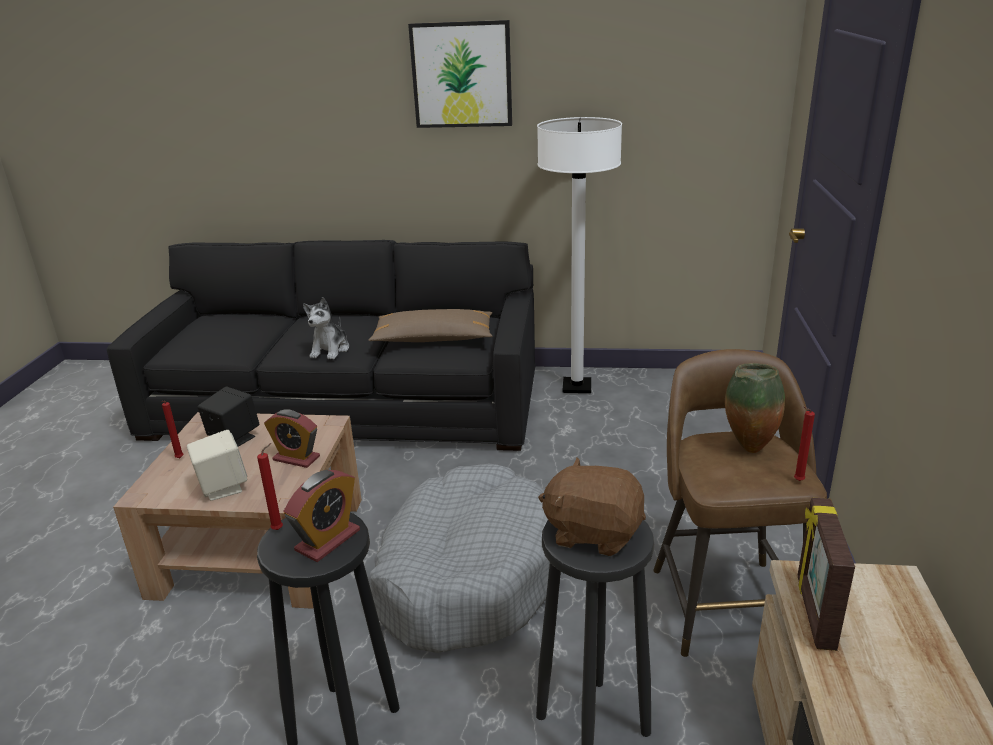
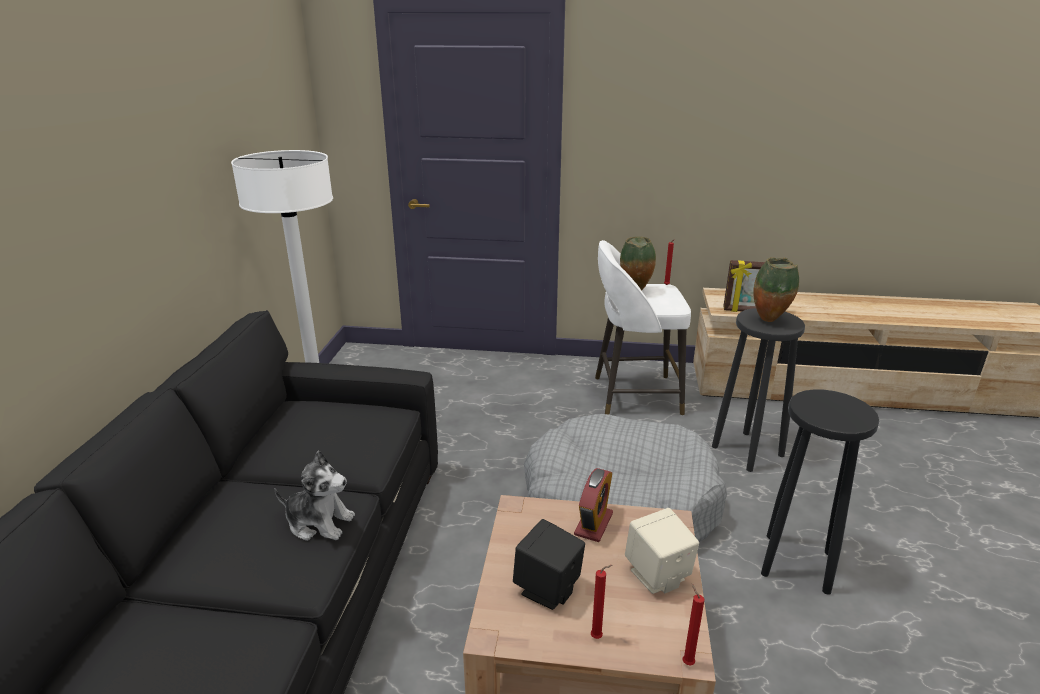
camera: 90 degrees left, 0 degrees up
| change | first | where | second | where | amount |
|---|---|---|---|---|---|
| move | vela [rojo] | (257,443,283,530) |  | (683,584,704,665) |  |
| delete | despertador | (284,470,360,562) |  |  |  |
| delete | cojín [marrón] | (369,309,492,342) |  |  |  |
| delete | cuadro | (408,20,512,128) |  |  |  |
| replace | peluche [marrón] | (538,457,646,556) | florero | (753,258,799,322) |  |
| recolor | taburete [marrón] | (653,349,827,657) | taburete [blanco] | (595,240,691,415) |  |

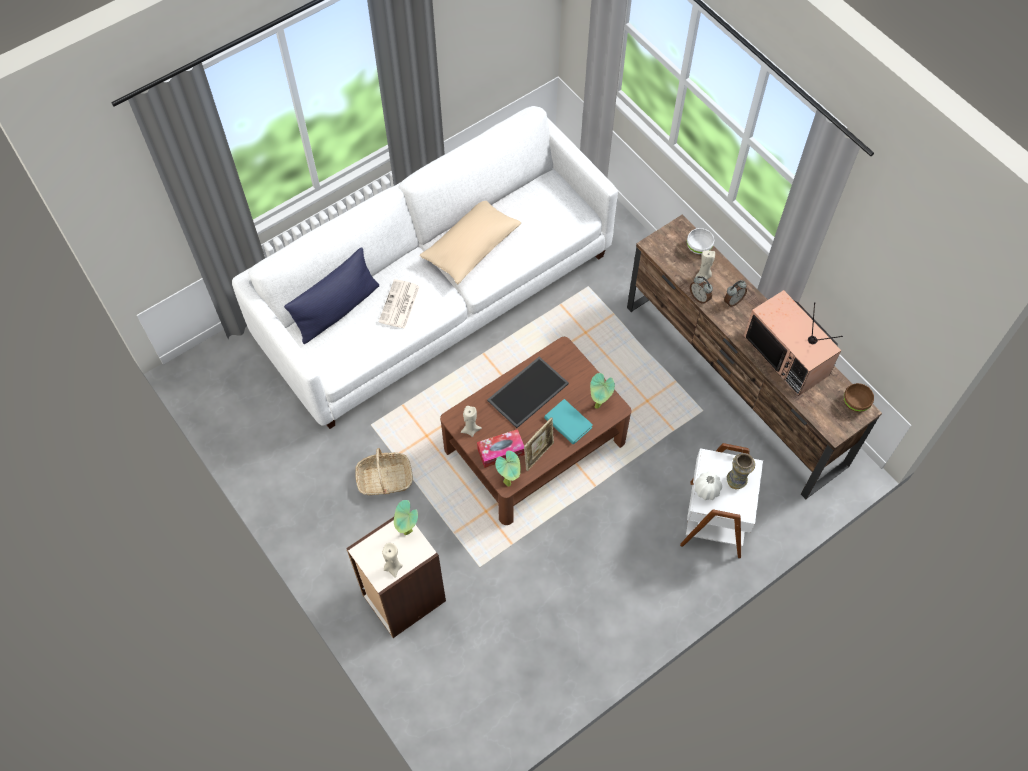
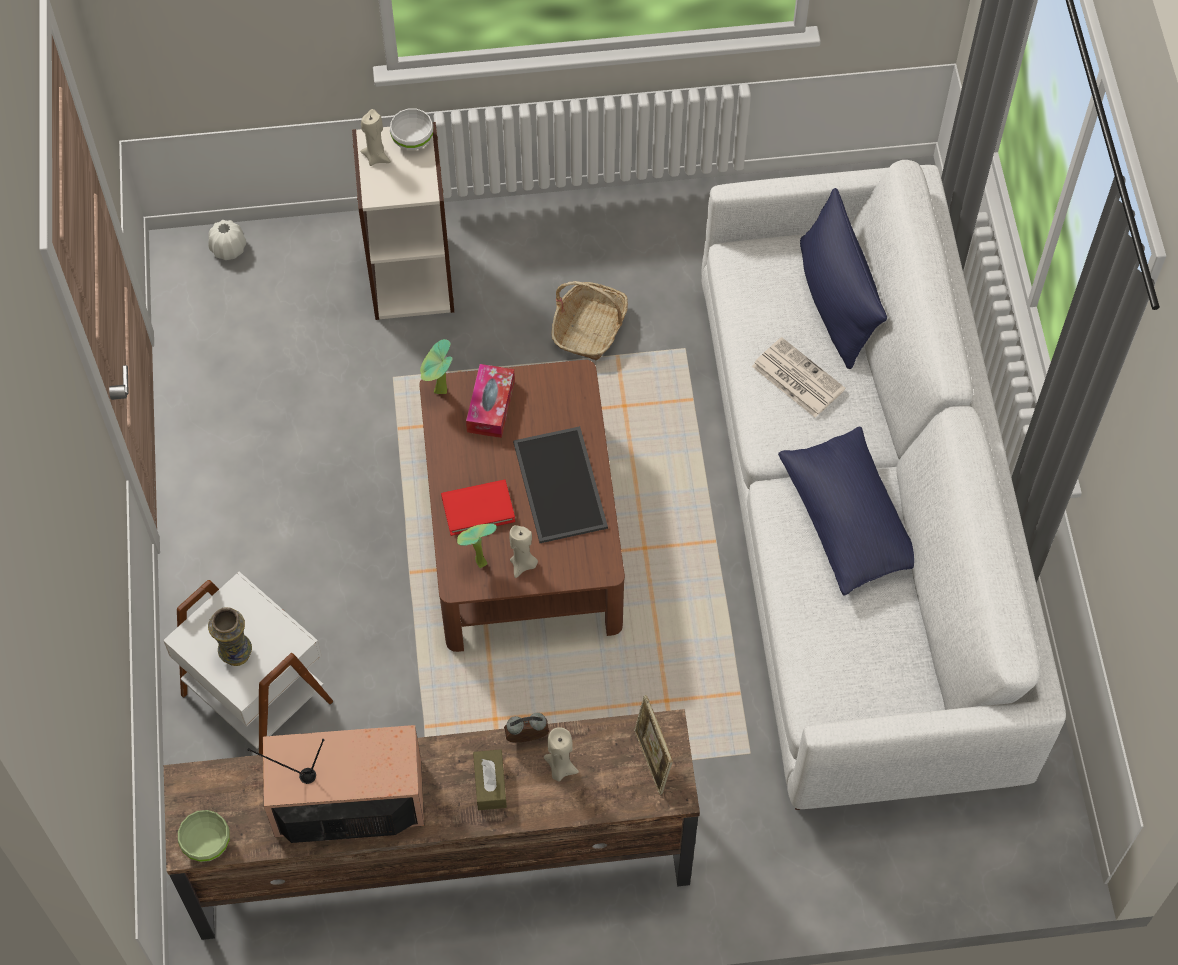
camera: 120 degrees right, 0 degrees up
| change | first | where | second | where | amount |
|---|---|---|---|---|---|
| delete | planta en maceta | (394,500,418,535) |  |  |  |
| recolor | cojín [beis] | (420,201,521,284) | cojín [azul] | (778,427,914,596) |  |
| move | vela [beis] | (461,406,482,437) |  | (509,525,538,578) |  |
| move | portarretratos | (524,417,554,471) |  | (634,695,673,795) |  |
| recolor | libro [turquesa] | (544,399,593,445) | libro [rojo] | (441,480,515,536) |  |
| move | cuenco [blanco] | (687,228,714,254) |  | (390,108,433,150) |  |
| move | florero [blanco] | (695,471,722,500) |  | (208,220,246,260) |  |
| replace | despertador | (724,280,747,307) | caja de pañuelos [marrón] | (473,749,507,810) |  |
| recolor | cuenco [marrón] | (844,383,874,412) | cuenco [verde] | (178,810,230,862) |  |

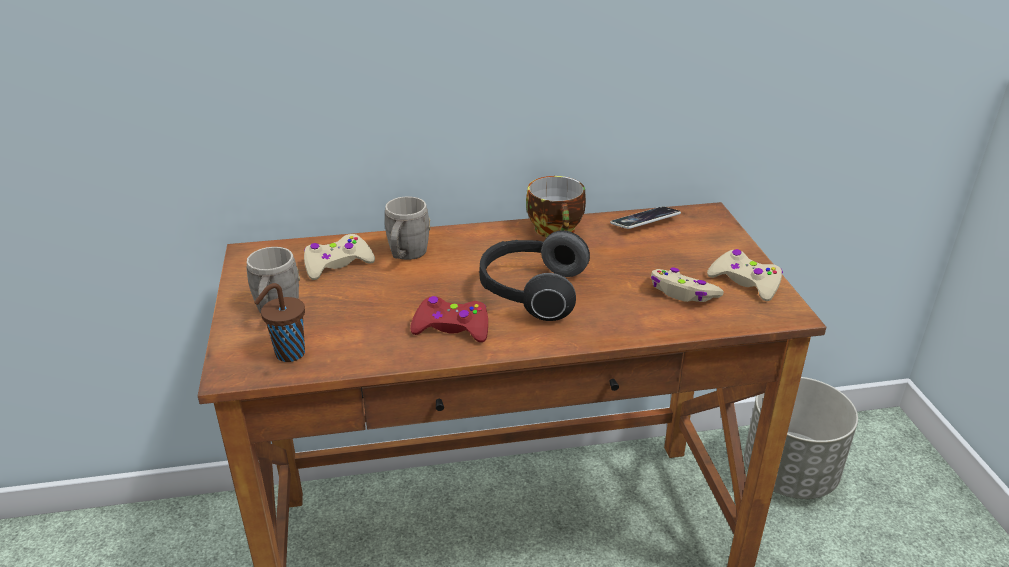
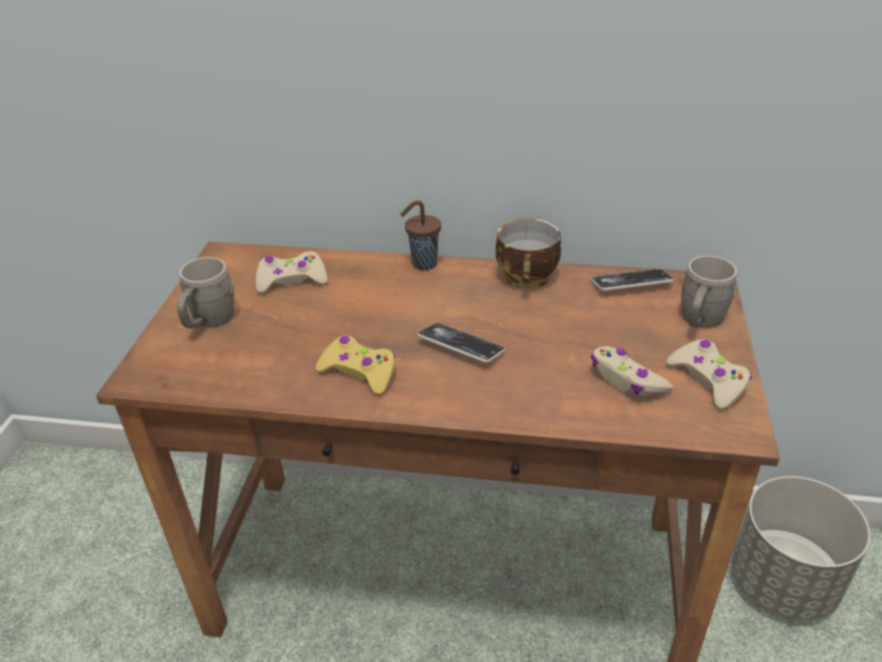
camera: 20 degrees right, 5 degrees up
| change | first | where | second | where | amount |
|---|---|---|---|---|---|
| move | taza [marrón] | (254,283,305,362) |  | (400,200,441,271) |  |
| move | taza grande [gris] | (385,196,431,260) |  | (681,256,737,328) |  |
| recolor | mando de consola [rojo] | (410,296,488,342) | mando de consola [amarillo] | (316,335,396,395) |  |
| replace | auriculares | (479,230,590,321) | móvil | (417,323,505,363) |  |

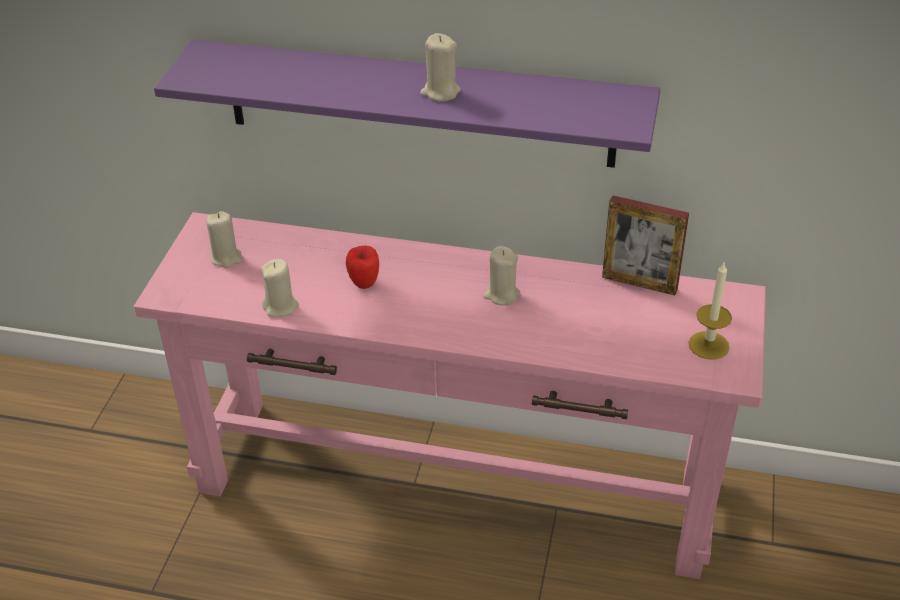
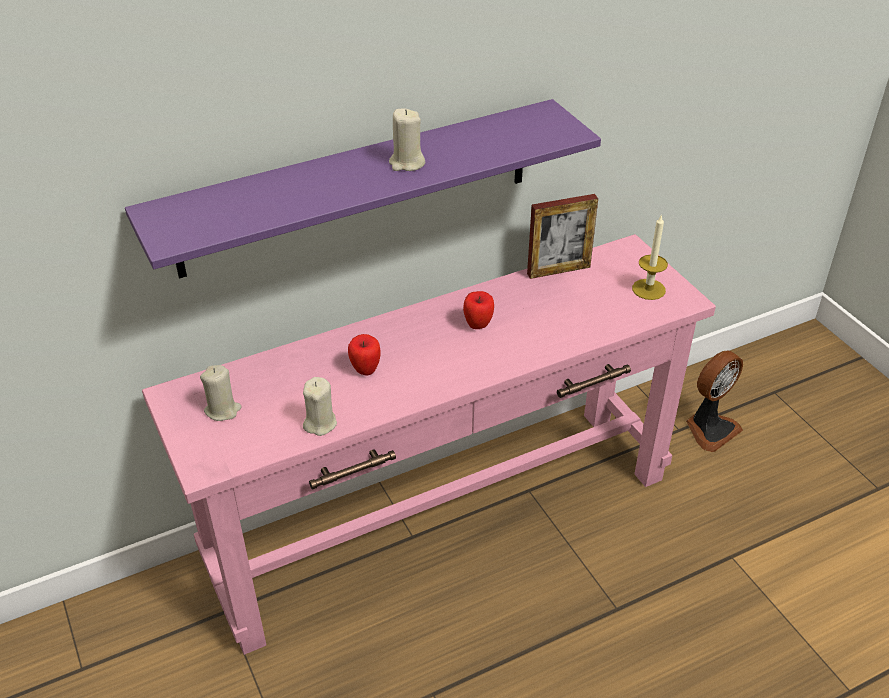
camera: 40 degrees left, 0 degrees up
| change | first | where | second | where | amount |
|---|---|---|---|---|---|
| replace | vela [beis] | (484,246,520,306) | manzana | (463,291,494,329) |  |
| insert |  |  | ventilador | (686,350,743,452) |  |

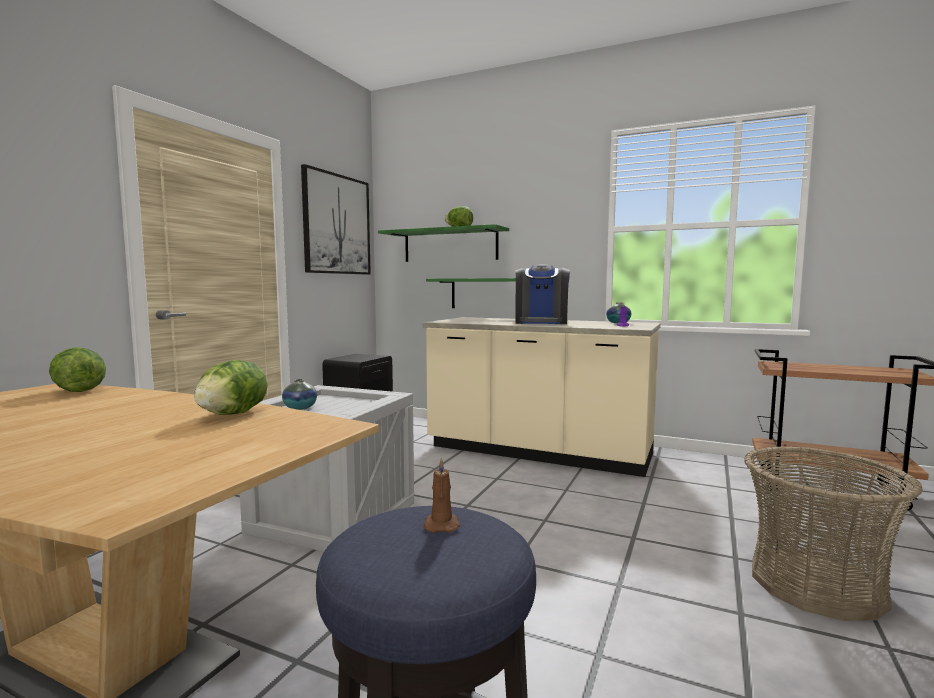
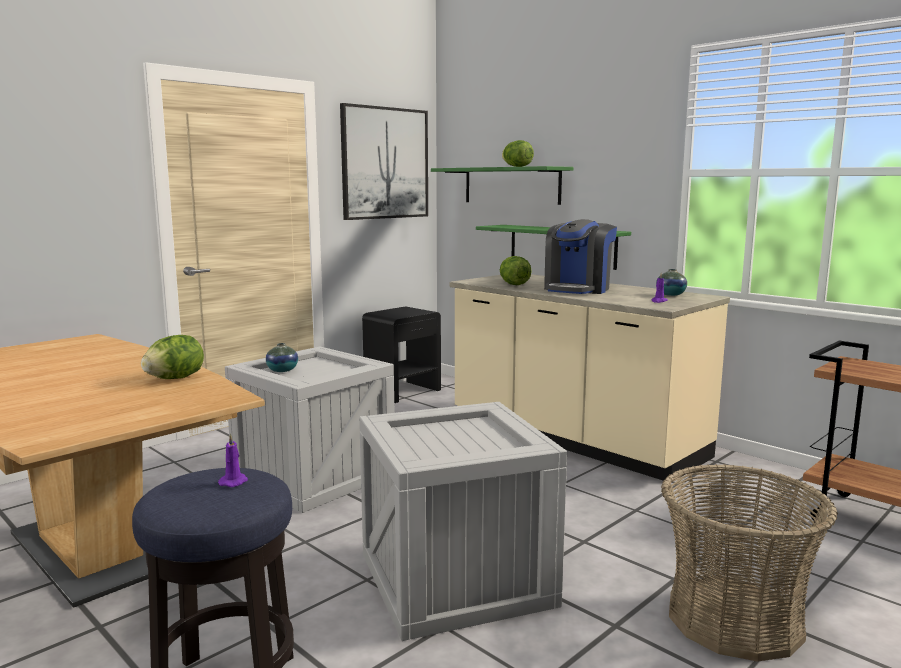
camera: 20 degrees right, 5 degrees up
| change | first | where | second | where | amount |
|---|---|---|---|---|---|
| move | lechuga | (49,347,106,392) |  | (500,256,532,285) |  |
| recolor | vela [marrón] | (423,457,460,533) | vela [morado] | (218,433,248,487) |  |
| insert |  |  | caja de embalaje | (359,402,567,641) |  |

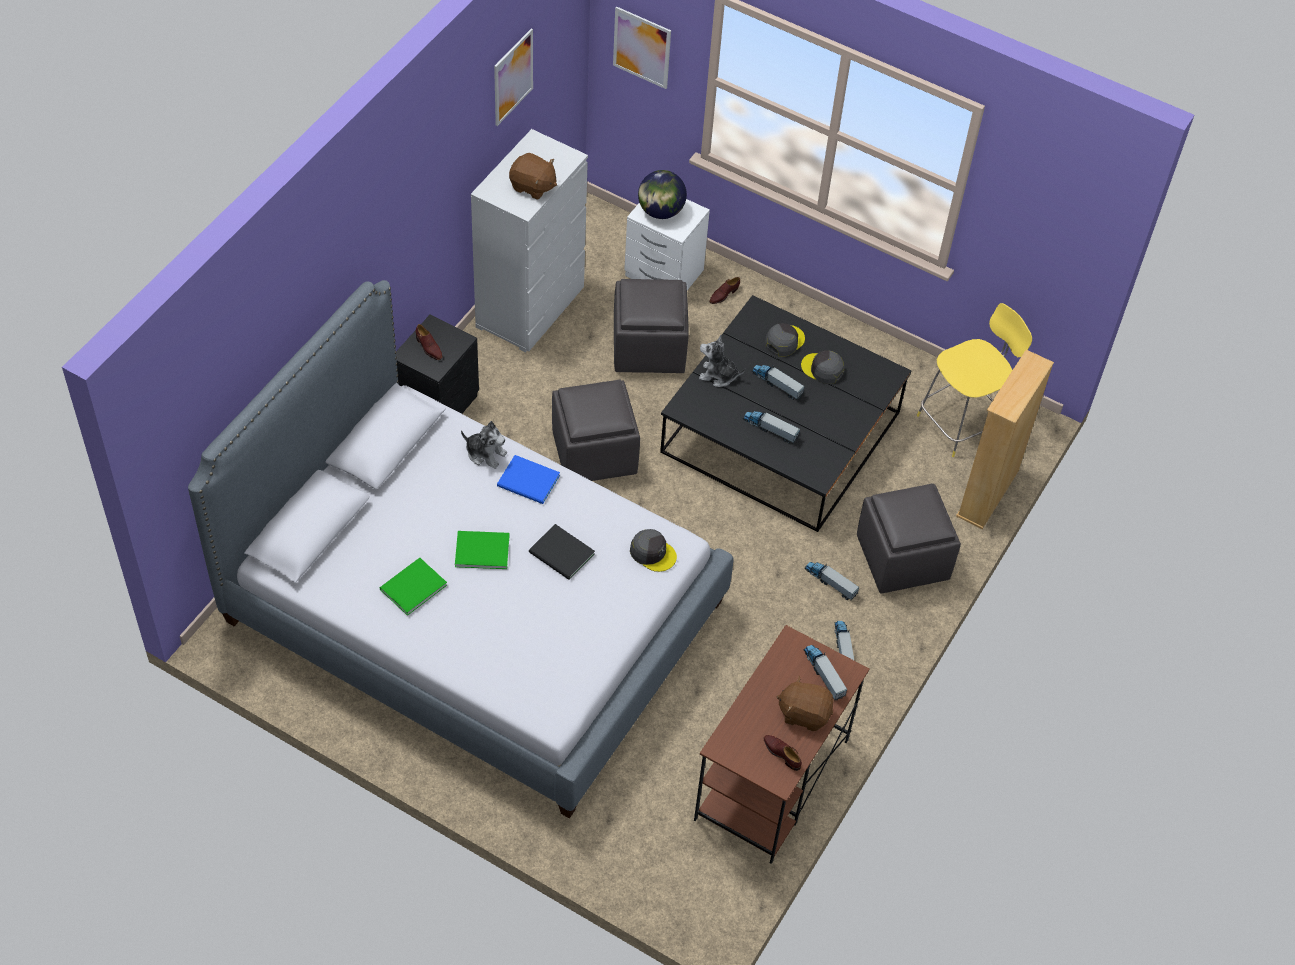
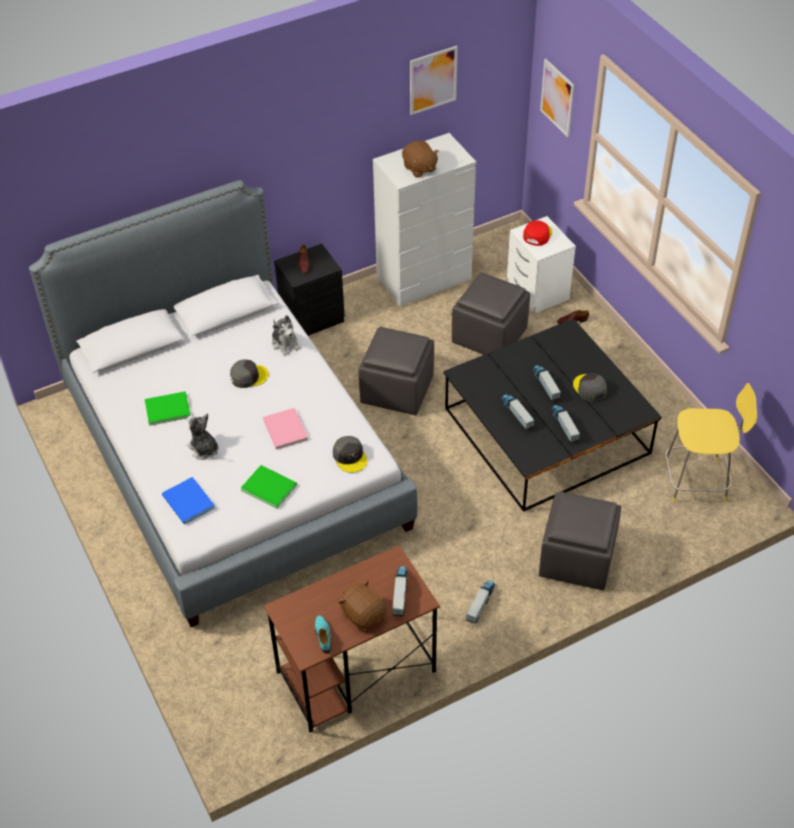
camera: 35 degrees right, 5 degrees down
| change | first | where | second | where | amount |
|---|---|---|---|---|---|
| move | libro [verde] | (455,531,510,569) |  | (241,465,297,509) |  |
| move | libro [azul] | (497,455,560,504) |  | (162,477,215,524) |  |
| recolor | libro [negro] | (529,524,595,580) | libro [rosa] | (263,408,308,449) |  |
| replace | globo terráqueo | (638,170,687,219) | gorra [rojo] | (523,220,552,246) |  |
| move | peluche | (699,334,745,387) |  | (186,413,219,460) |  |
| recolor | zapato [marrón] | (764,735,802,771) | zapato [turquesa] | (315,615,331,654) |  |
| move | gorra [gris] | (765,323,805,357) |  | (230,360,269,388) |  |
| move | camión de juguete | (804,562,860,600) |  | (551,405,580,443) |  |
| delete | estantería [beis] | (956,350,1054,529) |  |  |  |

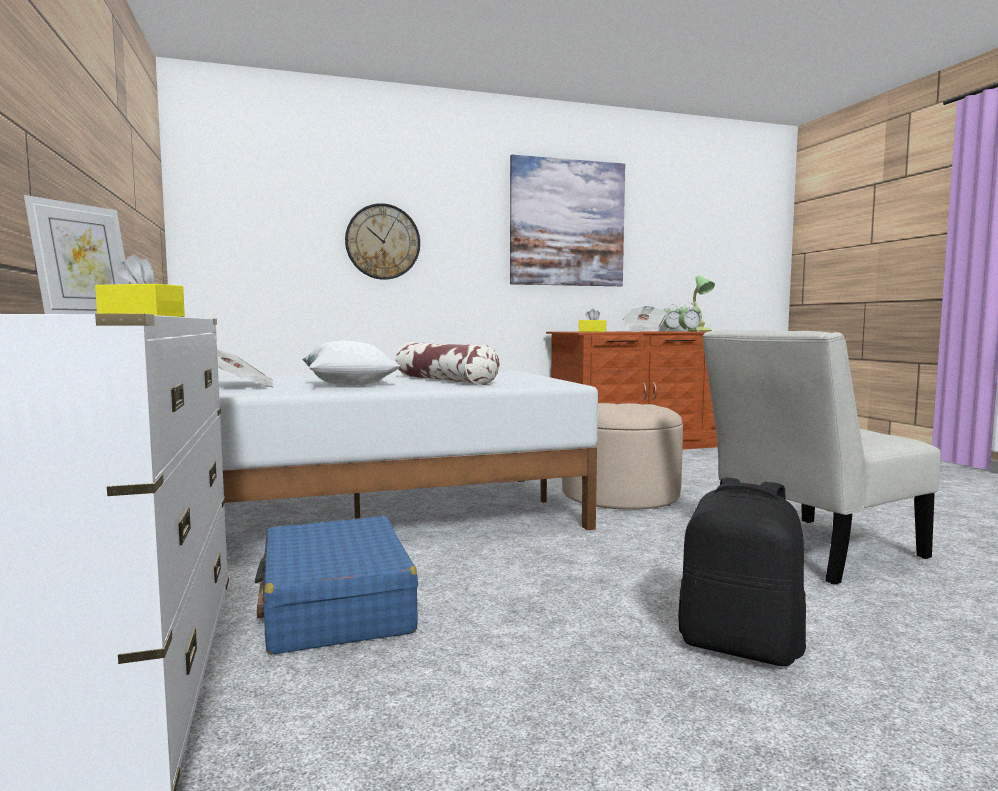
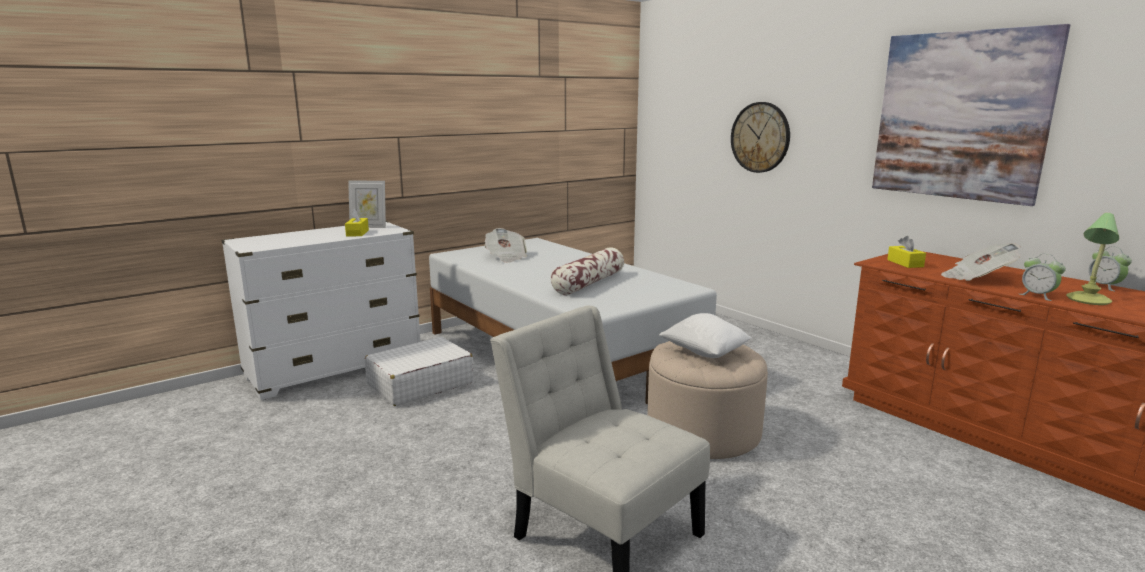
camera: 70 degrees right, 10 degrees up
| change | first | where | second | where | amount |
|---|---|---|---|---|---|
| recolor | maleta [azul] | (255,516,418,655) | maleta [blanco] | (365,337,473,406) |  |
| move | cojín [blanco] | (302,341,401,386) |  | (659,313,752,358) |  |
| delete | mochila [negro] | (678,477,806,666) |  |  |  |

